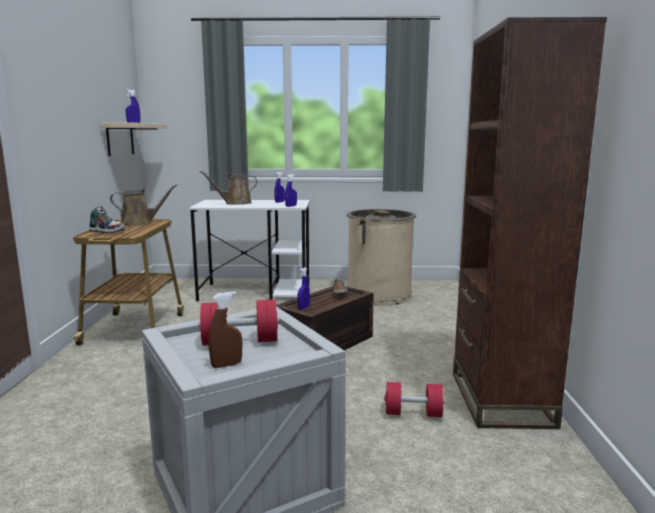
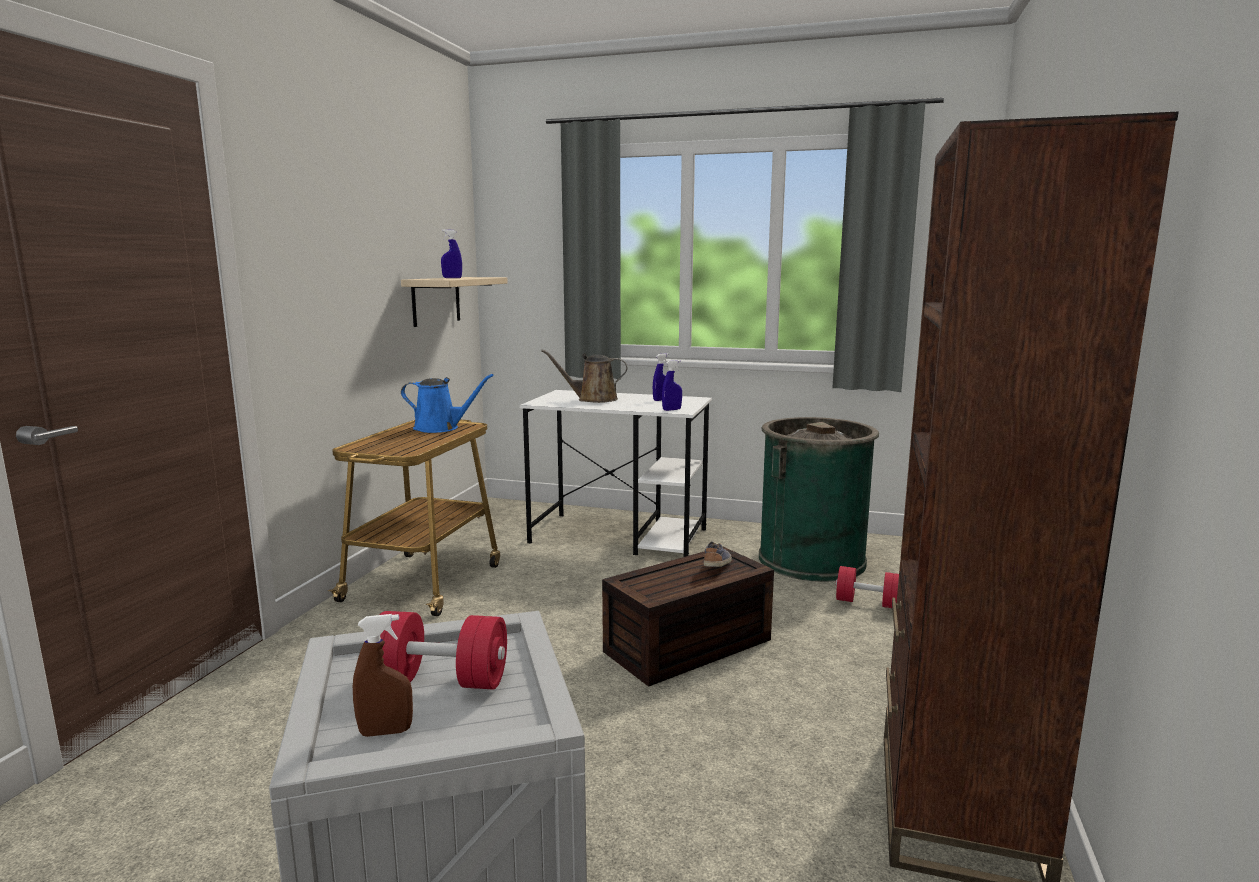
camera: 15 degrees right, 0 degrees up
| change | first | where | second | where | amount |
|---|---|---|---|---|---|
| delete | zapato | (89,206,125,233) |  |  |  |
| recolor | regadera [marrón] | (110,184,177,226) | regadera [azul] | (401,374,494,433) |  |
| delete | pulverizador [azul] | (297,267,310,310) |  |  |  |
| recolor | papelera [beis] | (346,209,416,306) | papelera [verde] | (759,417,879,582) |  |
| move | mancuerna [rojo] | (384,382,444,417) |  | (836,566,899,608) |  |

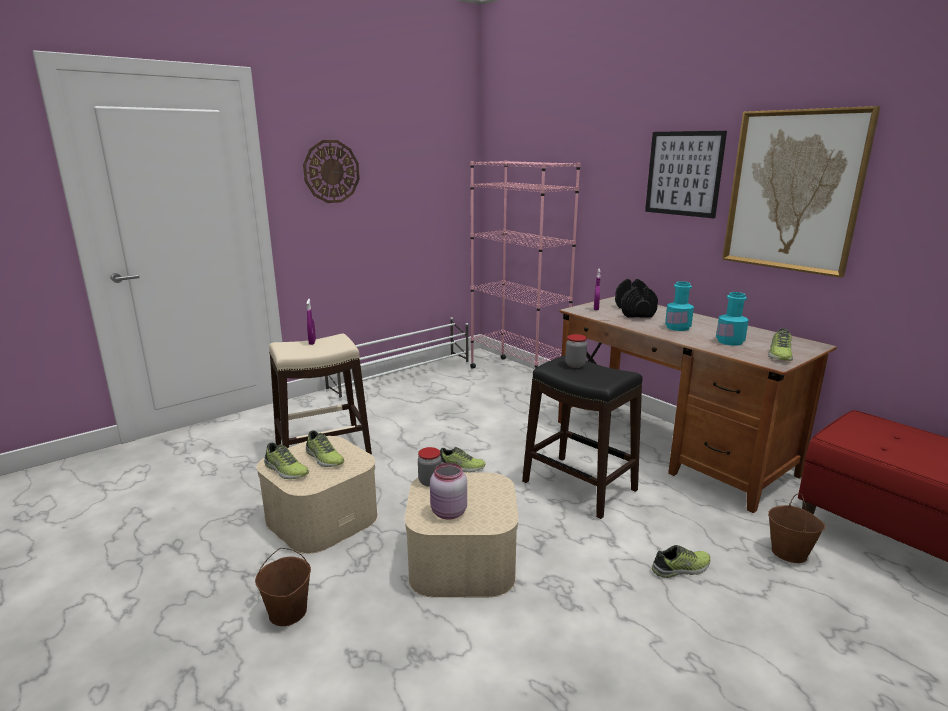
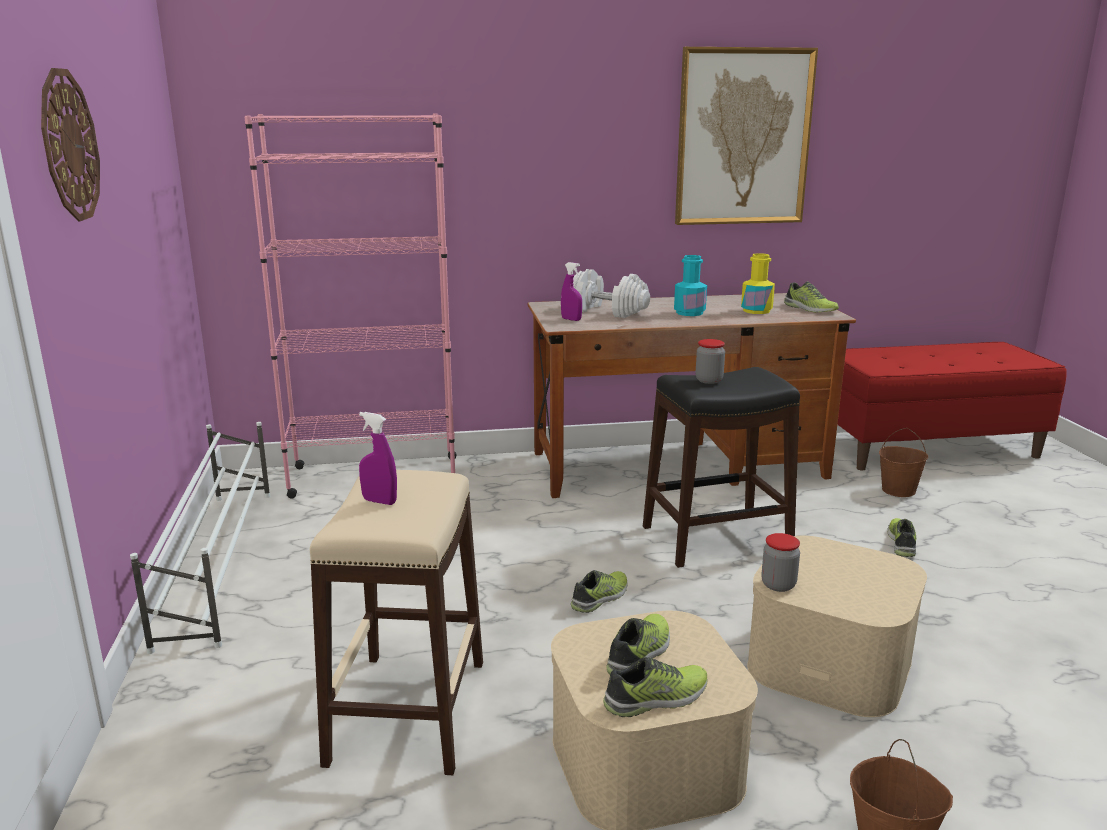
camera: 60 degrees left, 0 degrees up
| change | first | where | second | where | amount |
|---|---|---|---|---|---|
| rotate | zapato | (306,430,345,467) |  | (607,614,670,674) | 45 degrees counterclockwise |
| delete | tarro [rosa] | (430,463,467,519) |  |  |  |
| recolor | mancuerna [negro] | (615,279,658,318) | mancuerna [blanco] | (573,269,650,318) |  |
| delete | cuadro | (645,131,727,218) |  |  |  |
| recolor | botella [turquesa] | (716,292,749,346) | botella [amarillo] | (741,253,775,314) |  |

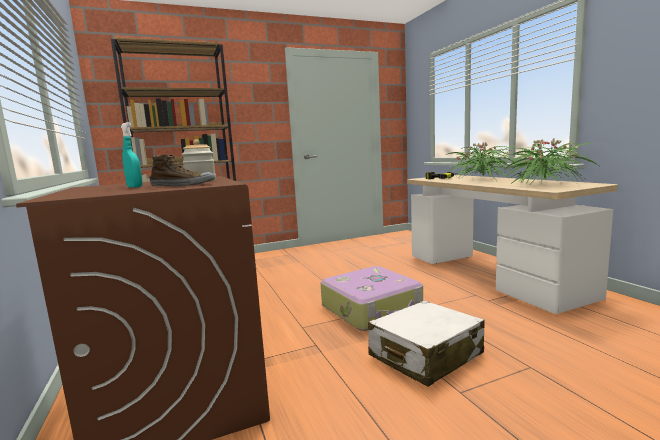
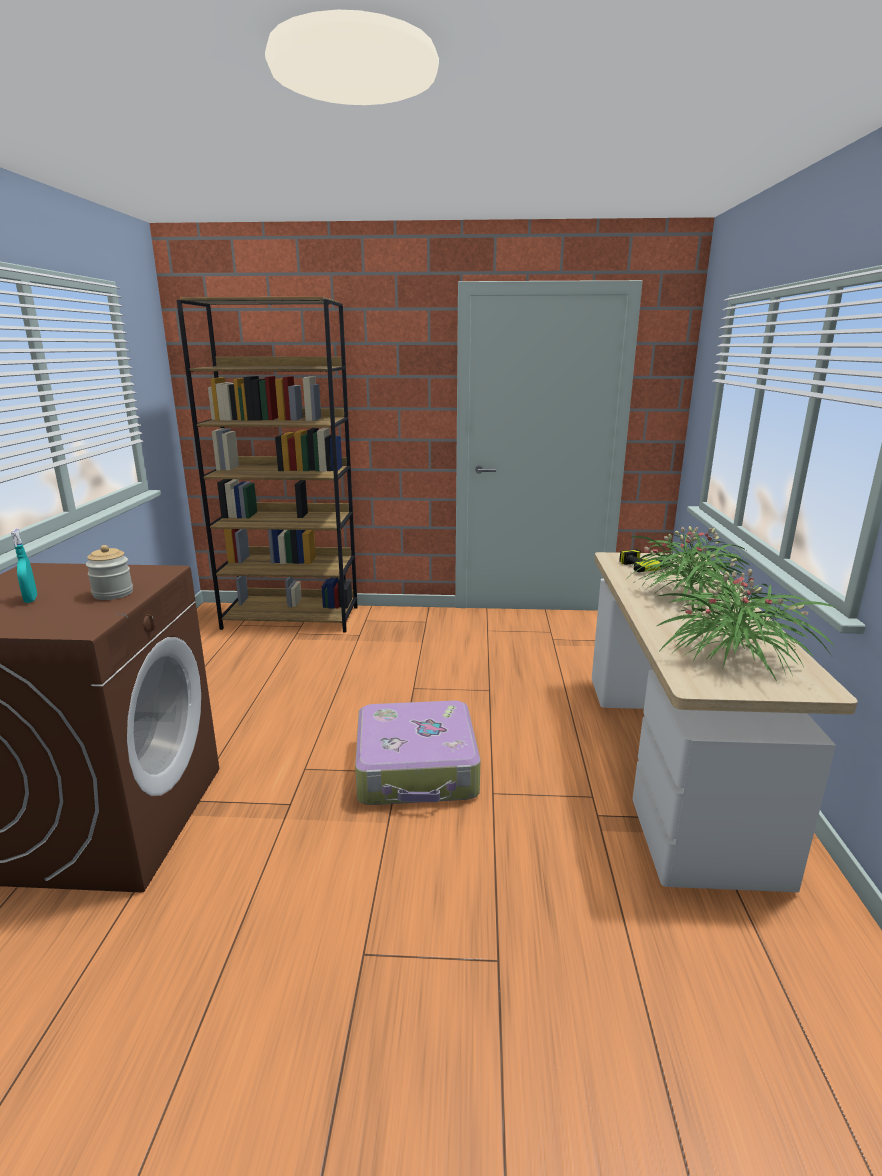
camera: 25 degrees right, 10 degrees up
| change | first | where | second | where | amount |
|---|---|---|---|---|---|
| delete | zapato | (151,154,215,186) |  |  |  |
| delete | maleta [blanco] | (368,300,484,387) |  |  |  |

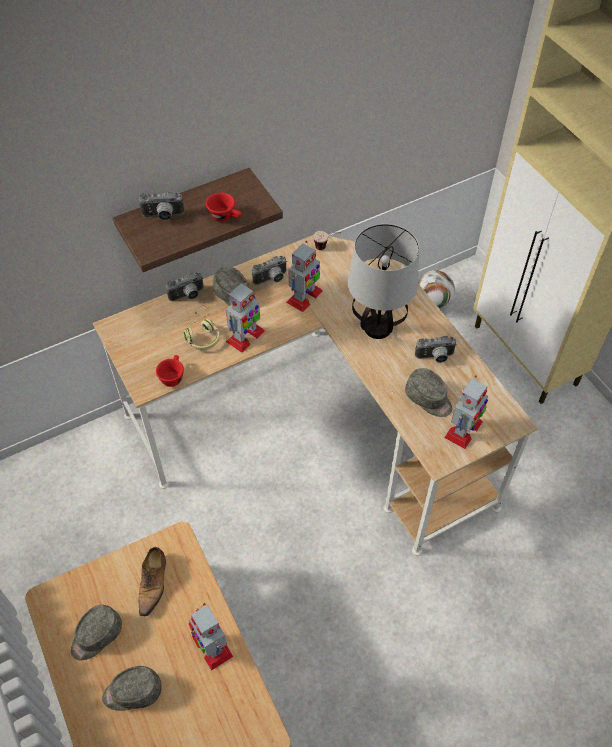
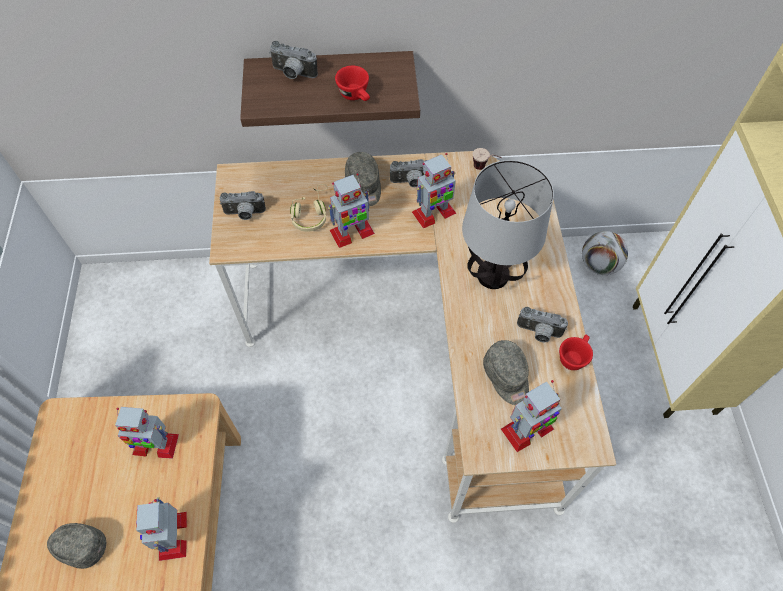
camera: 25 degrees right, 5 degrees up
| change | first | where | second | where | amount |
|---|---|---|---|---|---|
| delete | gorra [gris] | (71,605,122,660) |  |  |  |
| replace | zapato | (138,547,166,616) | robot de juguete | (115,407,179,459) |  |
| move | taza [rojo] | (156,355,184,387) |  | (559,335,593,370) |  |
| move | cámara | (166,272,204,301) |  | (220,191,266,220) |  |

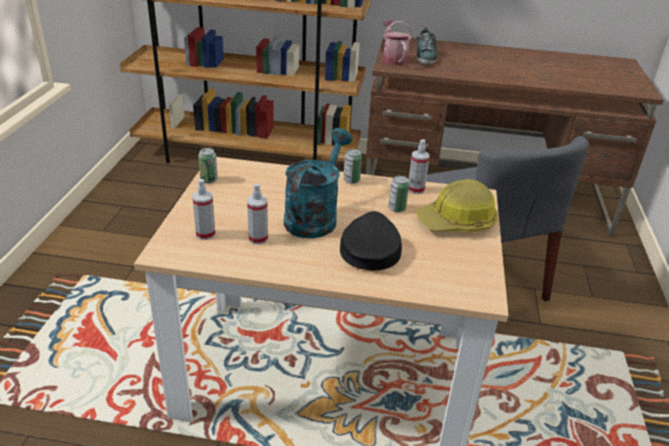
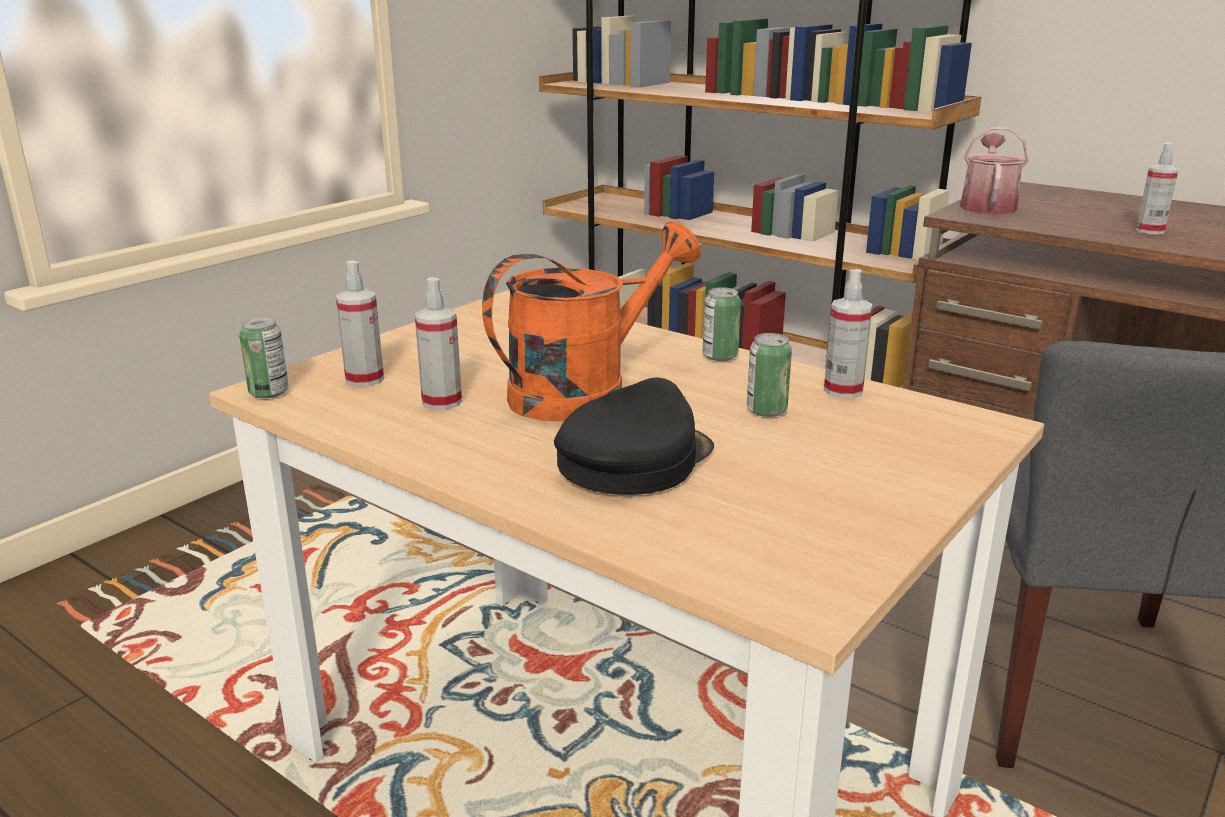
camera: 30 degrees right, 10 degrees down
| change | first | where | second | where | amount |
|---|---|---|---|---|---|
| move | lata | (198,148,218,183) |  | (239,318,289,398) |  |
| recolor | regadera [turquesa] | (284,128,352,238) | regadera [naranja] | (482,221,701,422) |  |
| delete | casco | (416,179,498,232) |  |  |  |
| delete | zapato | (417,27,438,65) |  |  |  |
| insert |  |  | pulverizador | (1136,143,1179,234) |  |

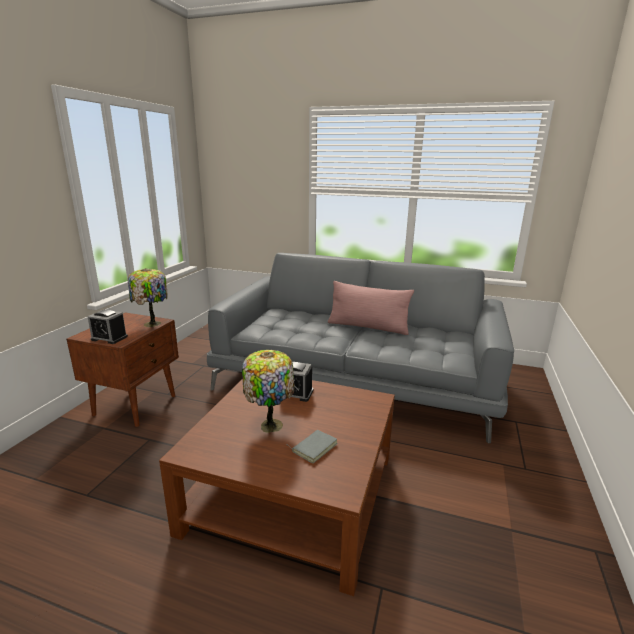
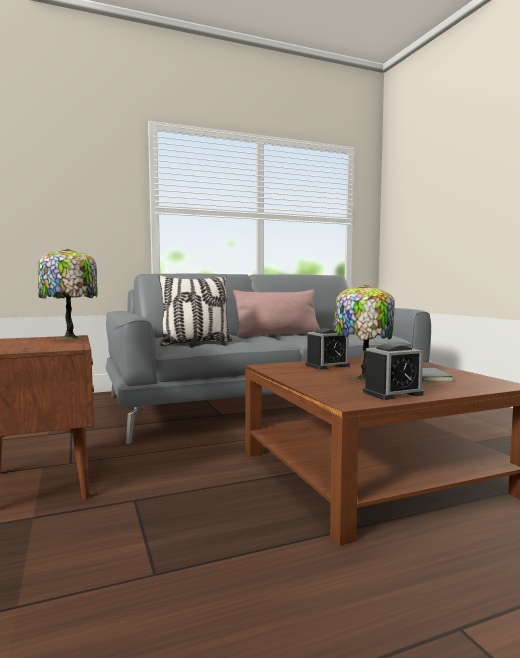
camera: 40 degrees left, 15 degrees down
| change | first | where | second | where | amount |
|---|---|---|---|---|---|
| move | despertador | (87,310,128,344) |  | (363,343,424,400) |  |
| insert |  |  | cojín | (158,275,233,346) |  |

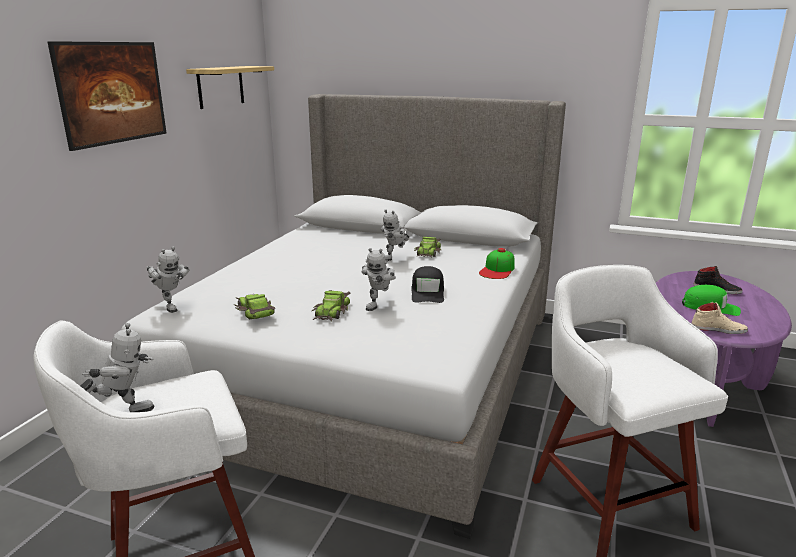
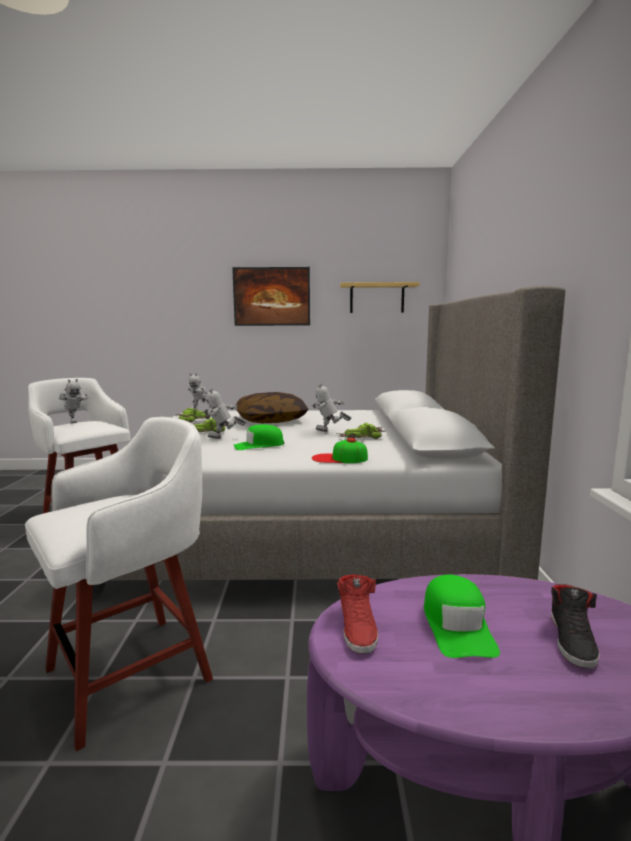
camera: 70 degrees right, 10 degrees down
| change | first | where | second | where | amount |
|---|---|---|---|---|---|
| recolor | gorra [negro] | (411,266,444,303) | gorra [verde] | (234,424,284,450) |  |
| recolor | zapato [beis] | (691,302,748,334) | zapato [rojo] | (337,574,378,654) |  |
| insert |  |  | cojín | (235,392,308,423) |  |

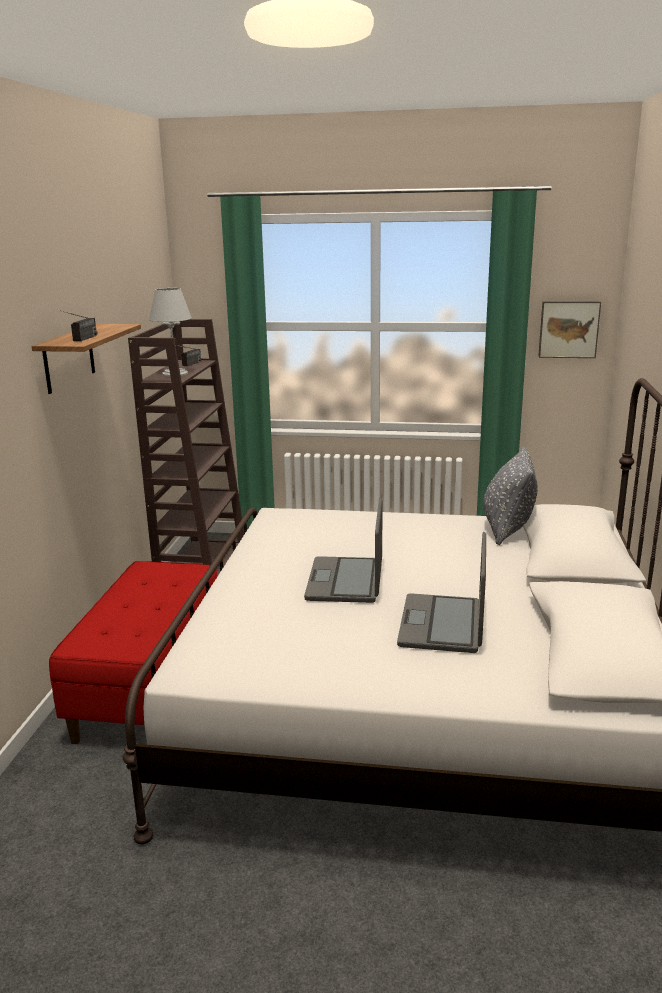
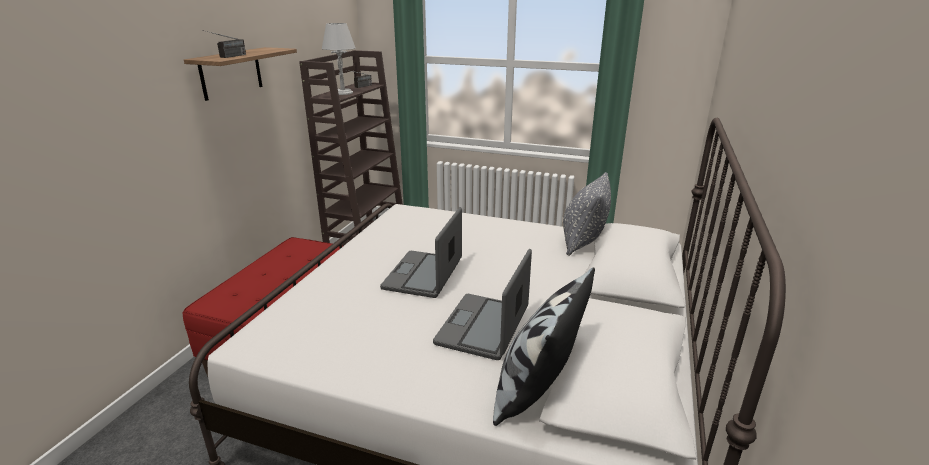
camera: 10 degrees right, 5 degrees up
| change | first | where | second | where | amount |
|---|---|---|---|---|---|
| delete | cuadro | (538,301,601,358) |  |  |  |
| insert |  |  | cojín | (493,267,595,426) |  |

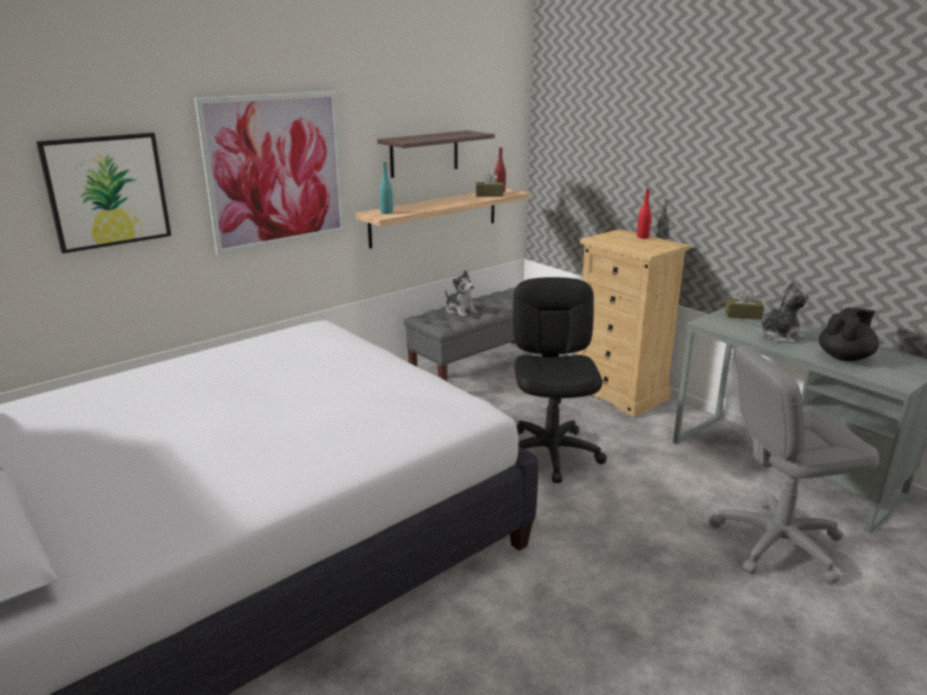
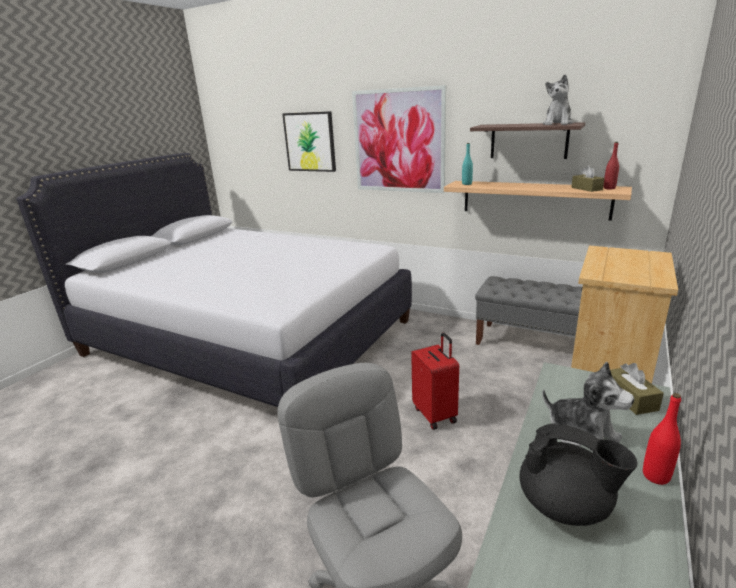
camera: 70 degrees right, 0 degrees up
| change | first | where | second | where | amount |
|---|---|---|---|---|---|
| move | peluche | (445,270,478,317) |  | (543,74,573,125) |  |
| replace | silla de oficina [negro] | (513,277,607,483) | maleta [rojo] | (411,333,459,430) |  |
| move | botella [rojo] | (637,189,651,238) |  | (643,393,681,485) |  |

